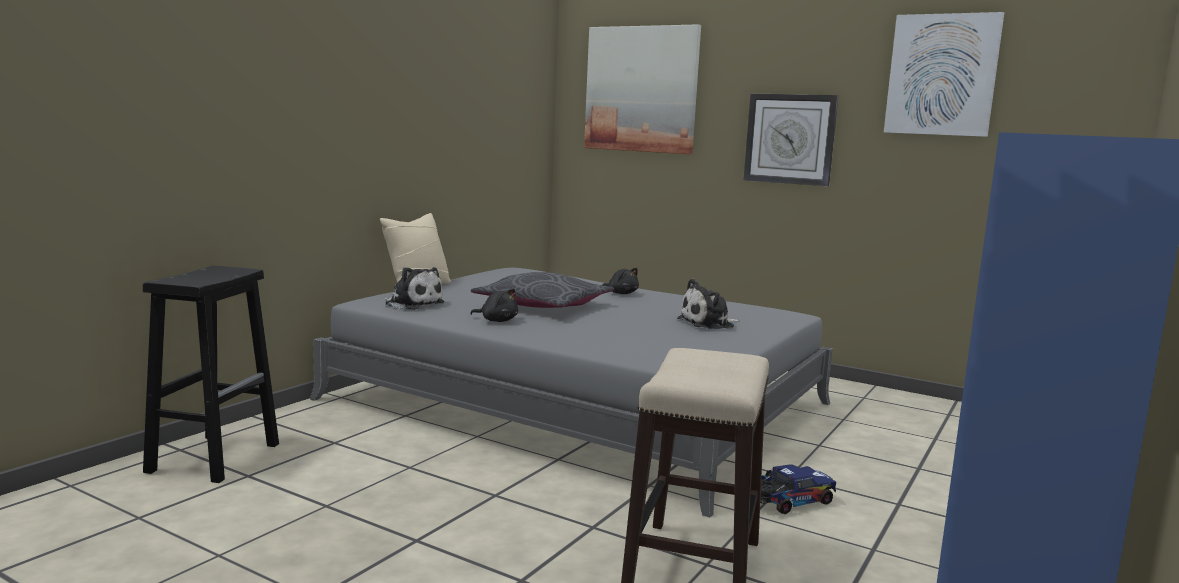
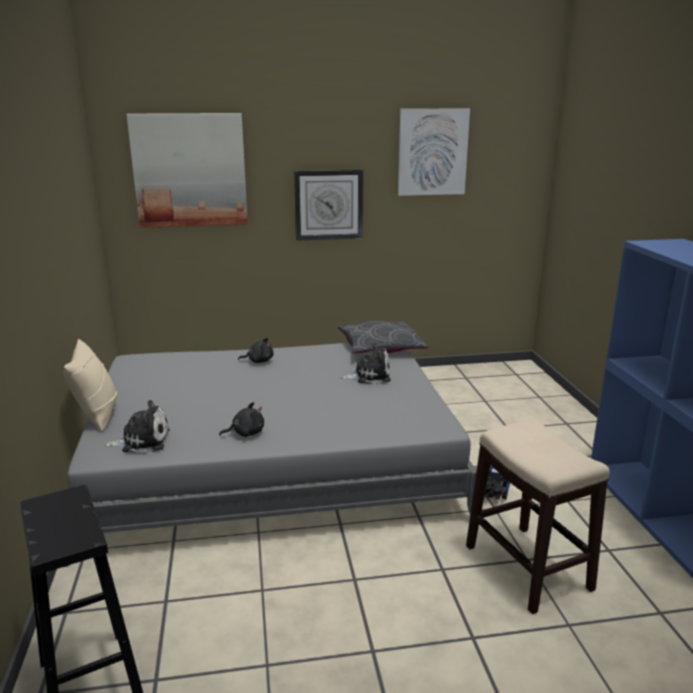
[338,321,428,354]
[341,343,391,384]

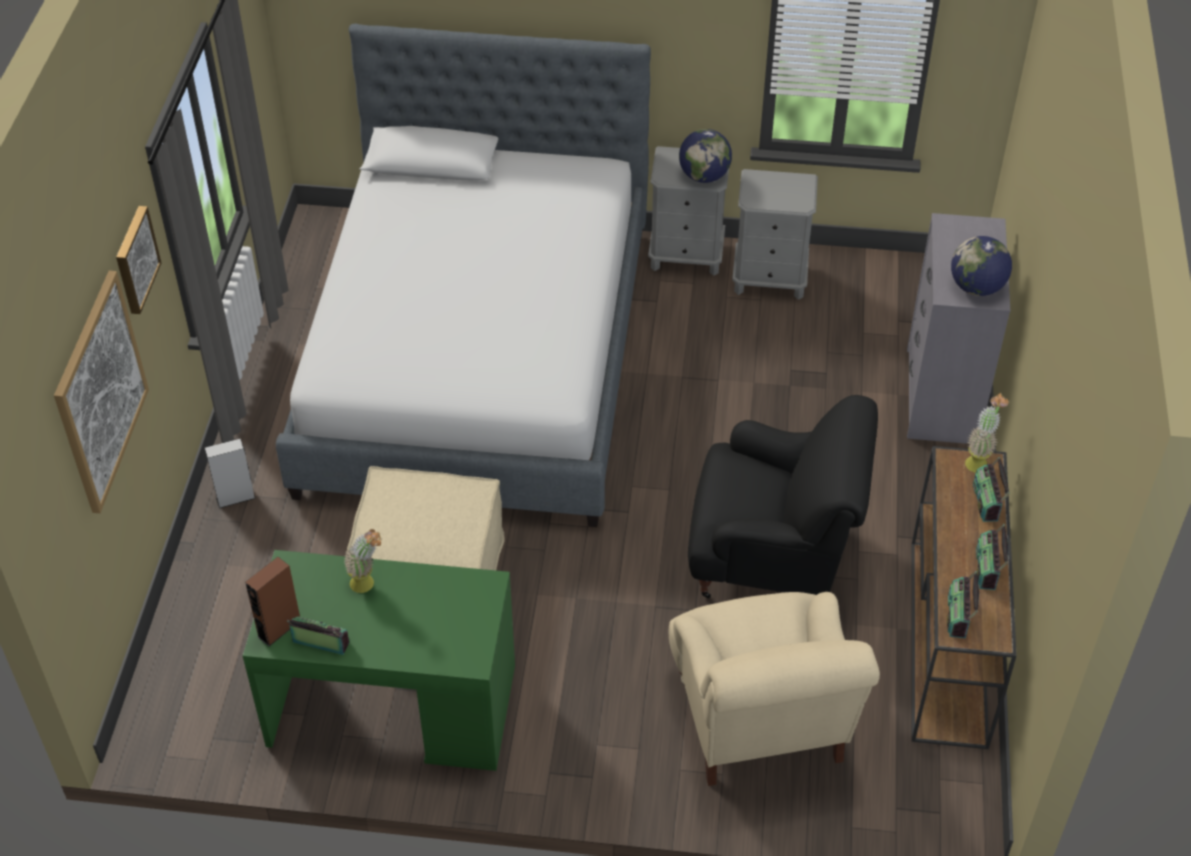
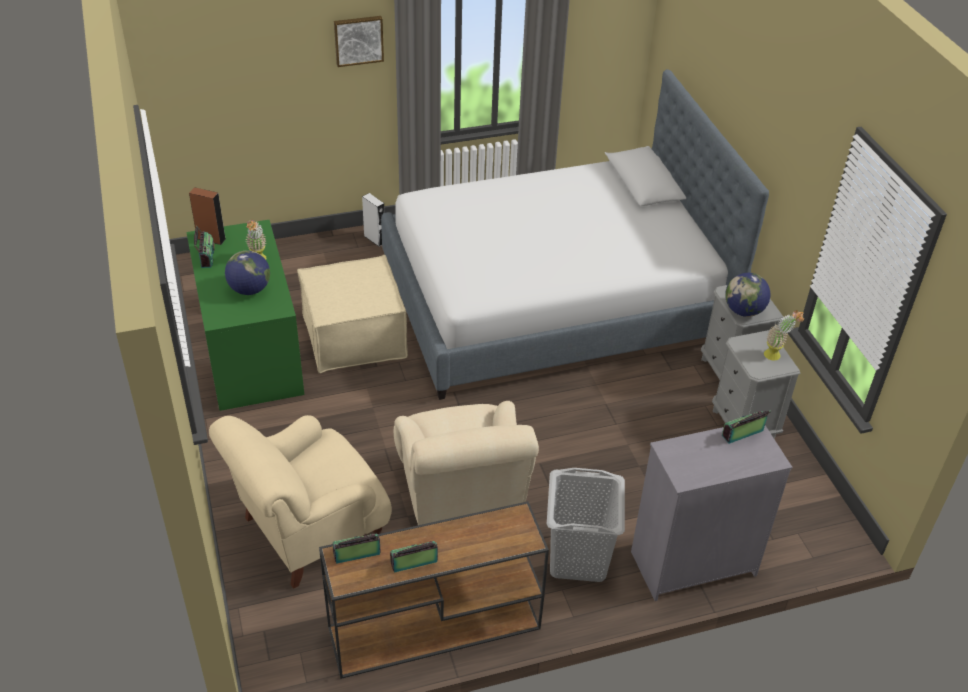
[54,271,149,513] (first image)
[394,401,539,525]
[225,250,270,295]
[764,310,804,361]
[722,410,771,444]
[547,468,625,582]

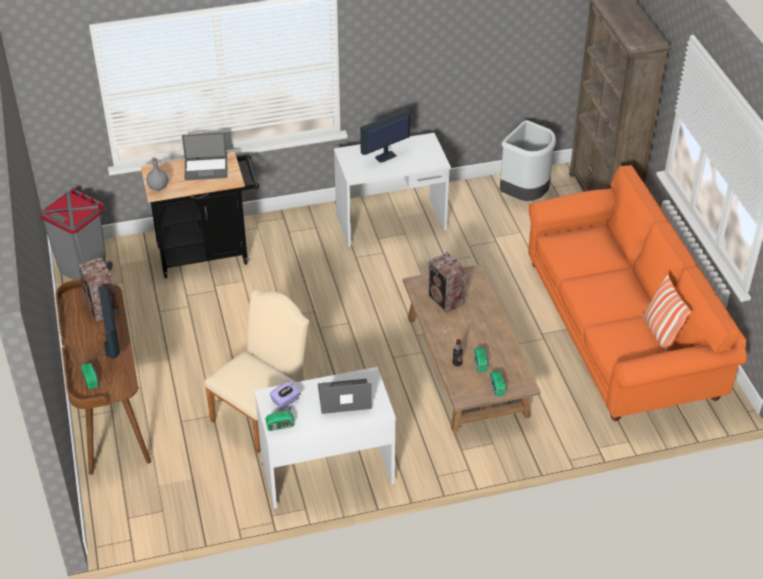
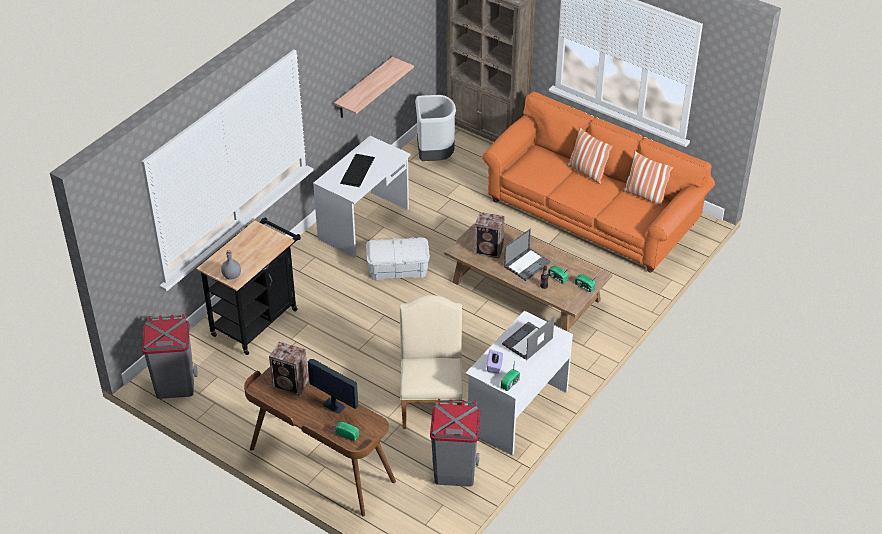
[504,229,551,281]
[340,154,375,187]
[334,57,414,118]
[366,237,430,280]
[430,399,480,487]
[567,127,613,184]

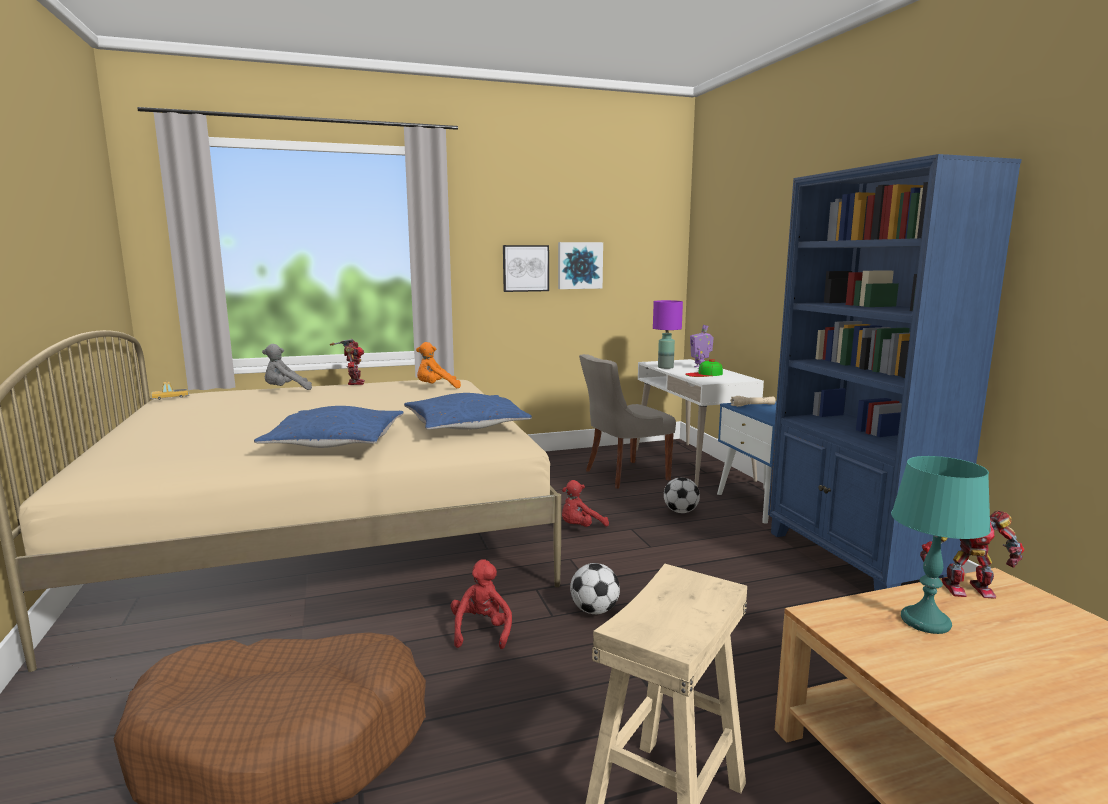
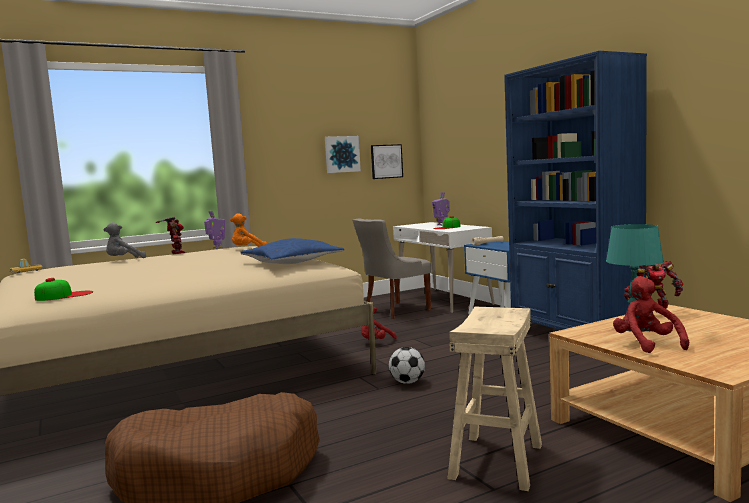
[254,406,404,448] (first image)
[613,276,689,353]
[371,144,403,179]
[653,300,683,369] (first image)
[664,477,700,513] (first image)
[34,278,93,301]
[204,211,225,249]

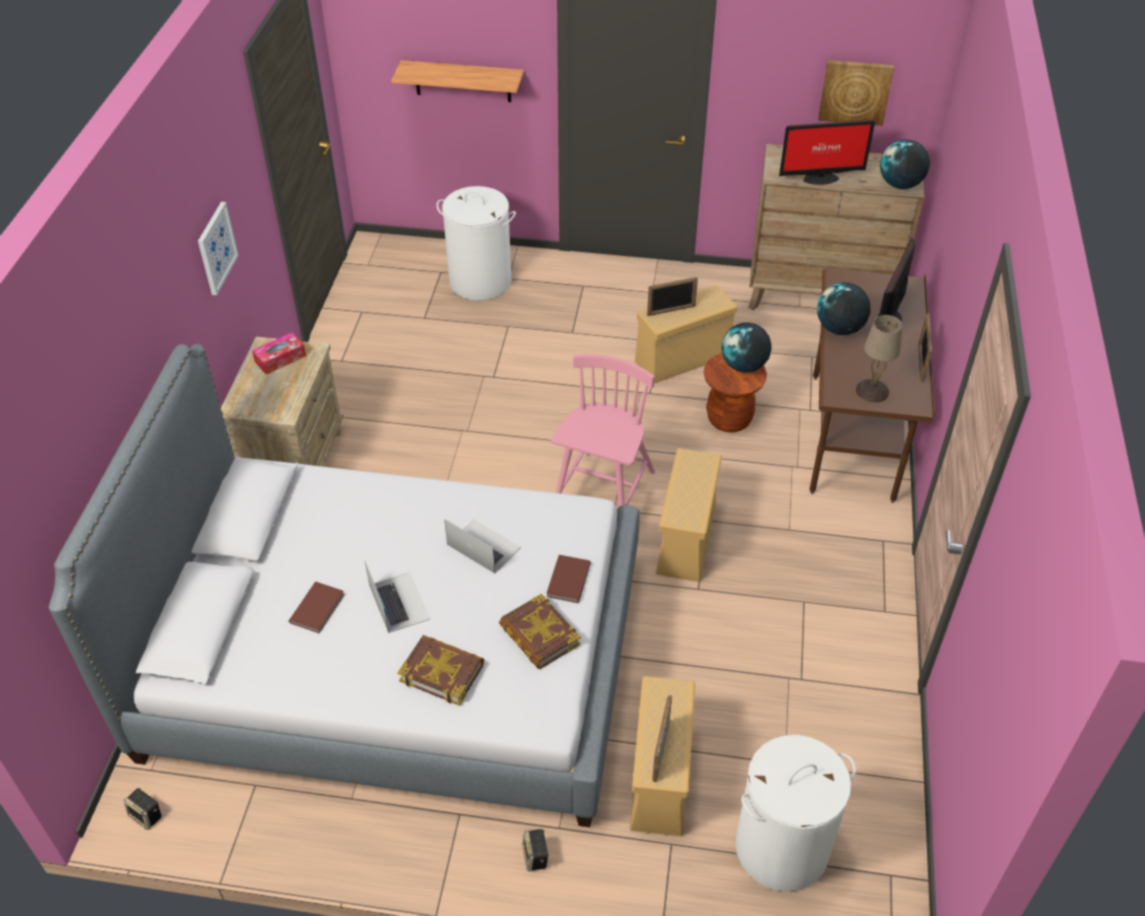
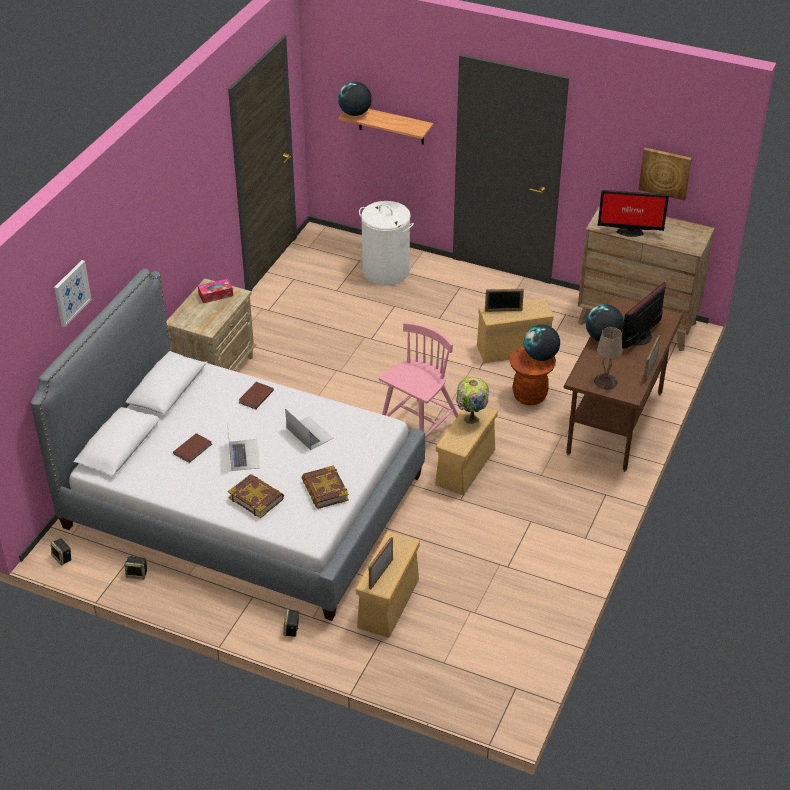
[54,260,92,327]
[239,382,274,409]
[735,735,856,891] (first image)
[338,82,372,116]
[125,557,147,580]
[456,377,489,424]

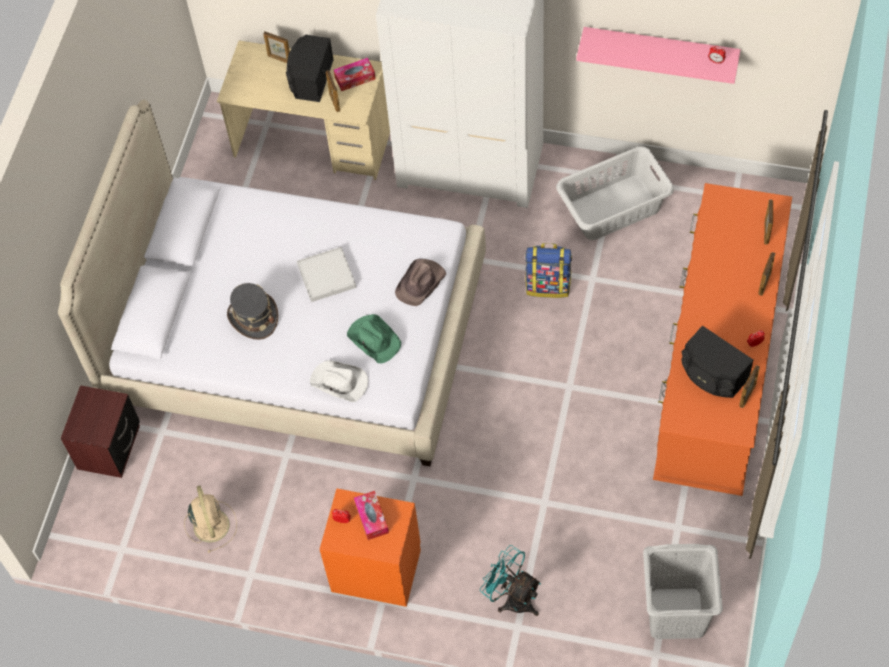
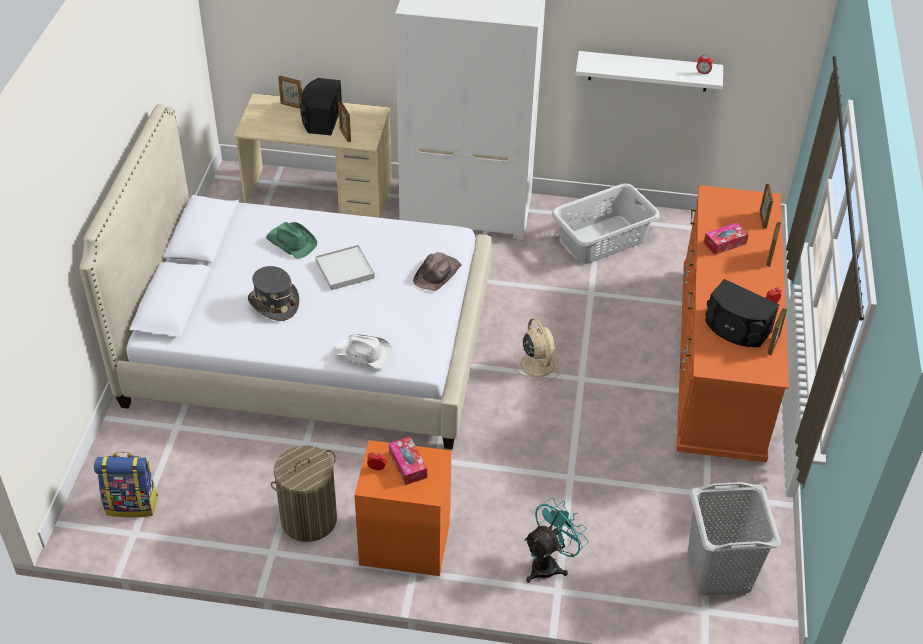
[61,385,140,478] (first image)
[511,318,562,385]
[704,223,749,255]
[266,222,317,259]
[524,498,589,583]
[94,452,158,517]
[575,51,723,92]
[271,445,337,542]

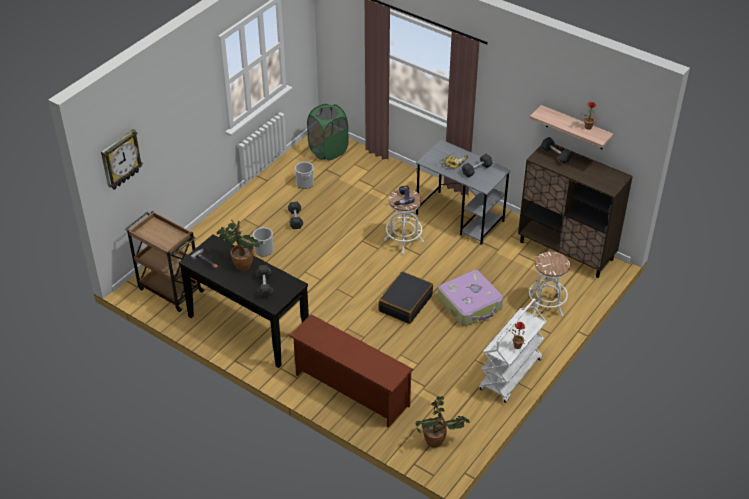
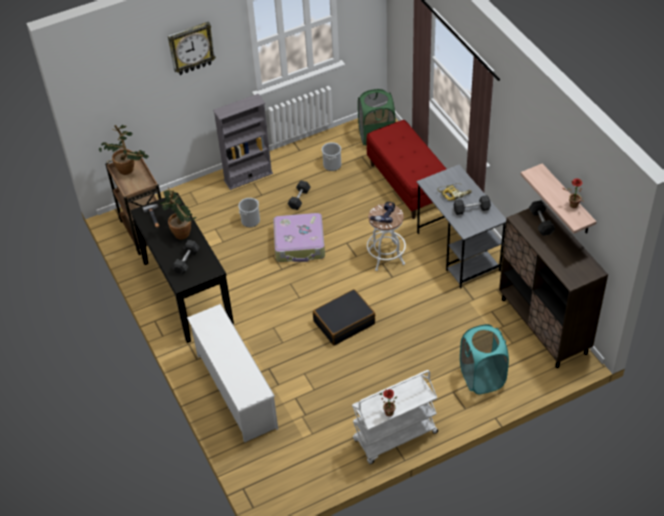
[168,21,216,75]
[187,304,278,443]
[99,125,149,175]
[273,213,325,262]
[460,324,509,395]
[213,94,273,190]
[366,120,446,219]

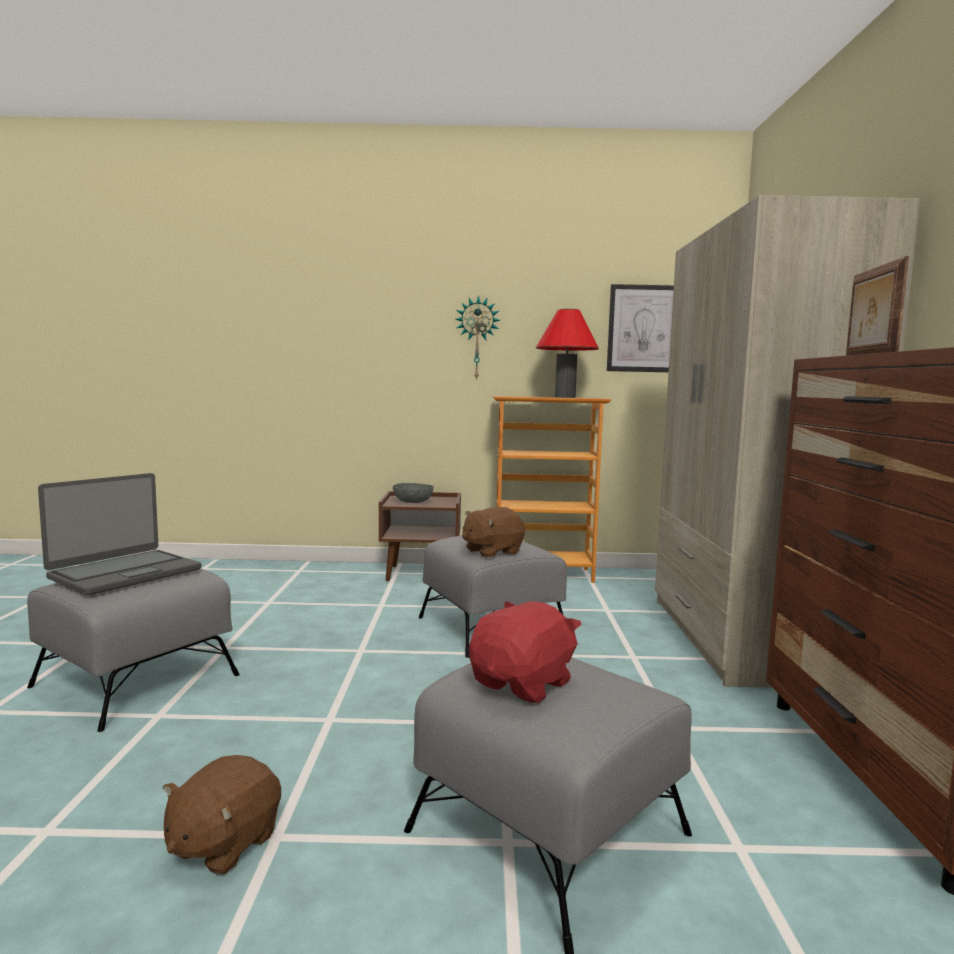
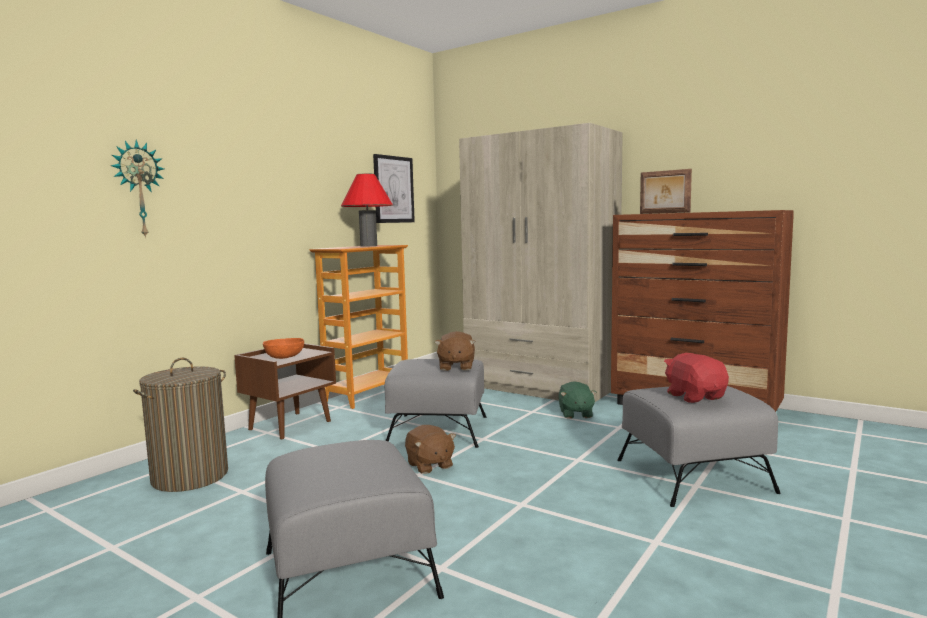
[38,473,201,595] (first image)
[405,425,456,474]
[263,338,304,359]
[111,140,164,238]
[133,358,228,492]
[558,381,597,419]

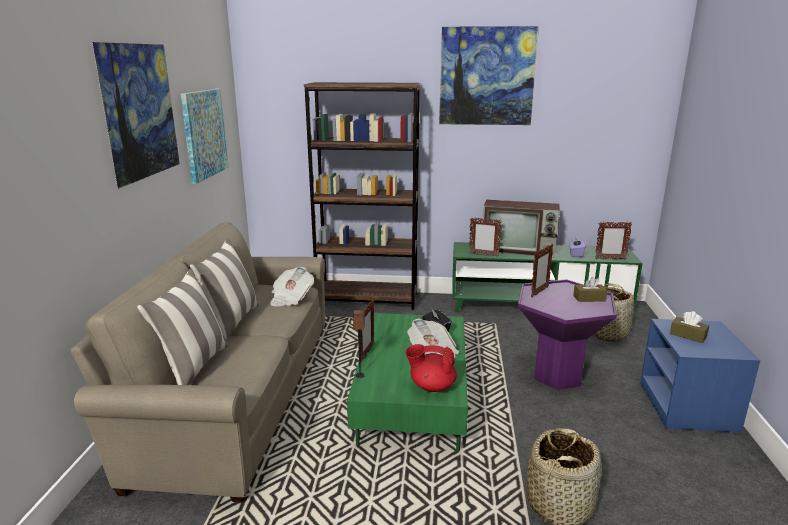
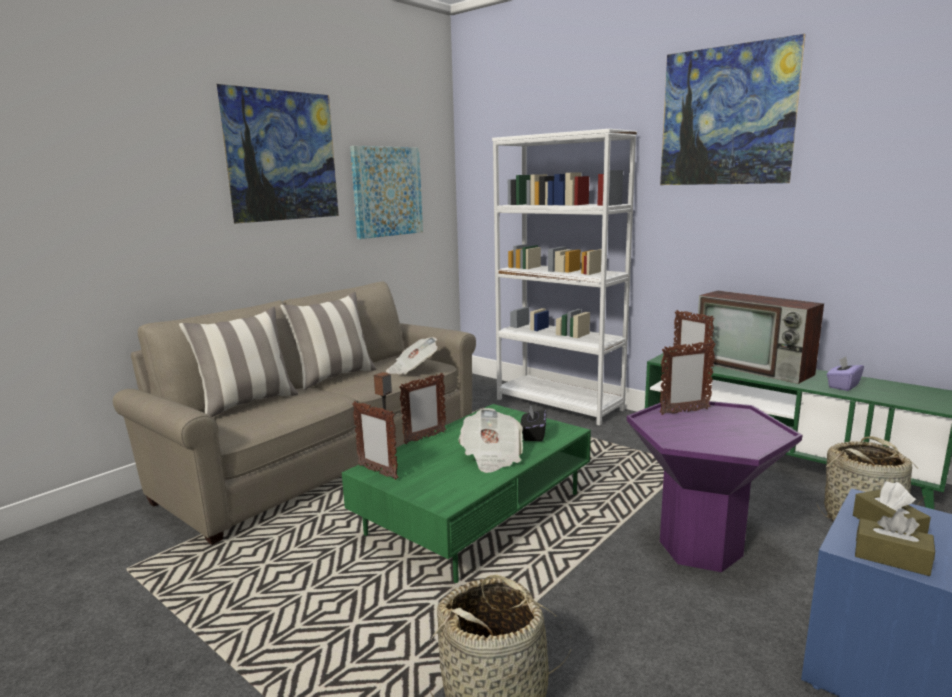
[492,129,637,426]
[405,344,457,392] (first image)
[855,511,935,576]
[352,401,398,480]

